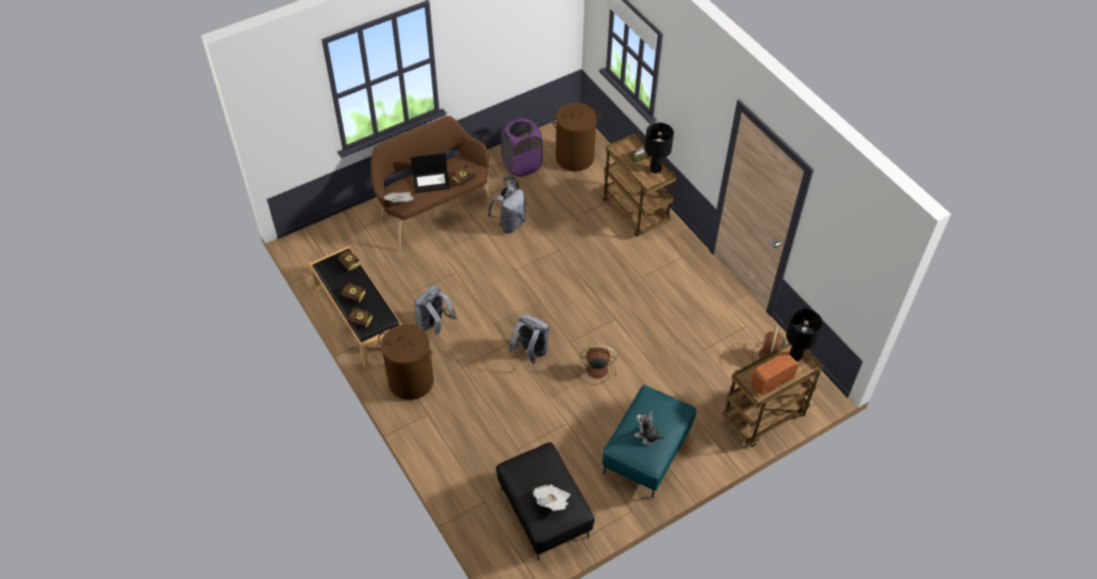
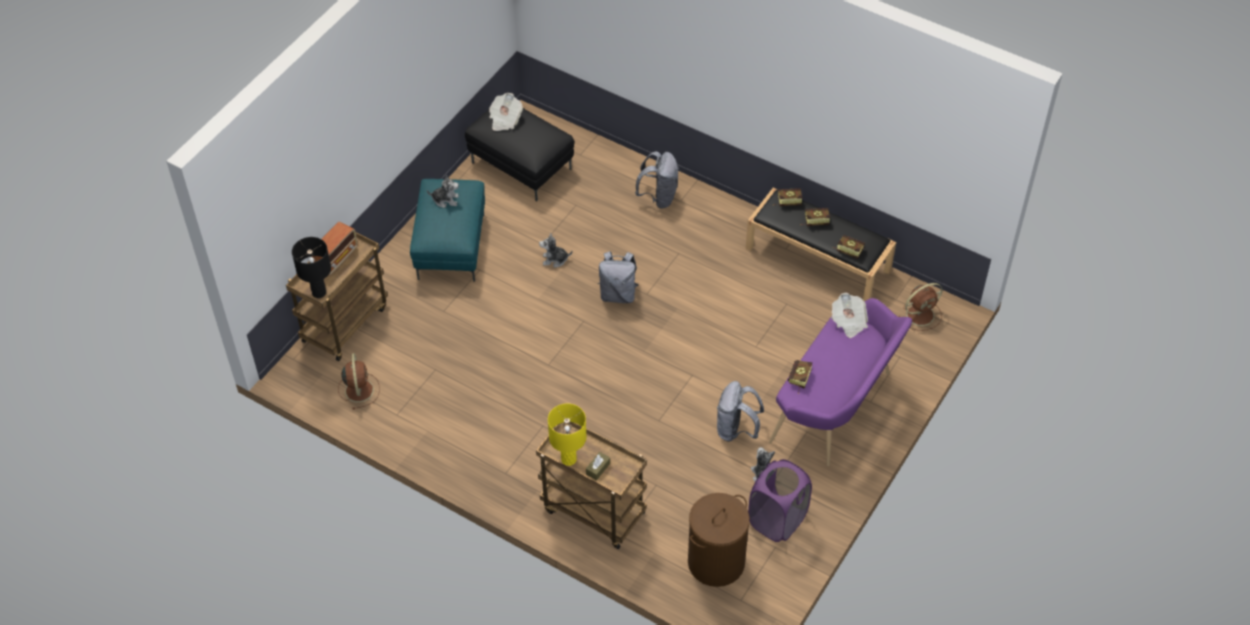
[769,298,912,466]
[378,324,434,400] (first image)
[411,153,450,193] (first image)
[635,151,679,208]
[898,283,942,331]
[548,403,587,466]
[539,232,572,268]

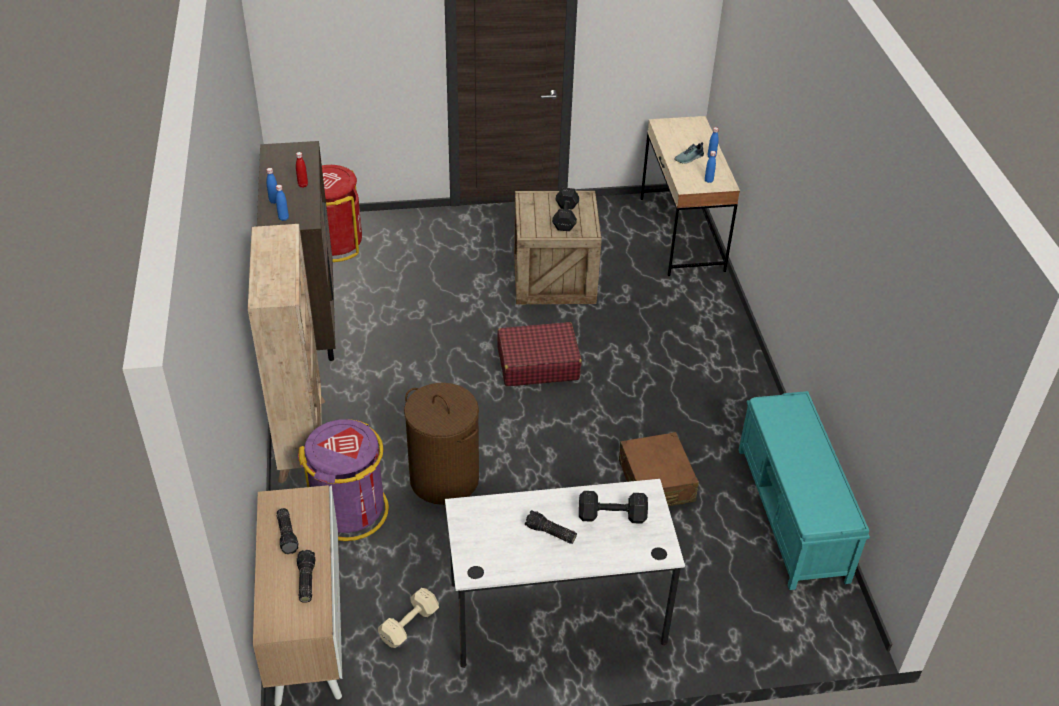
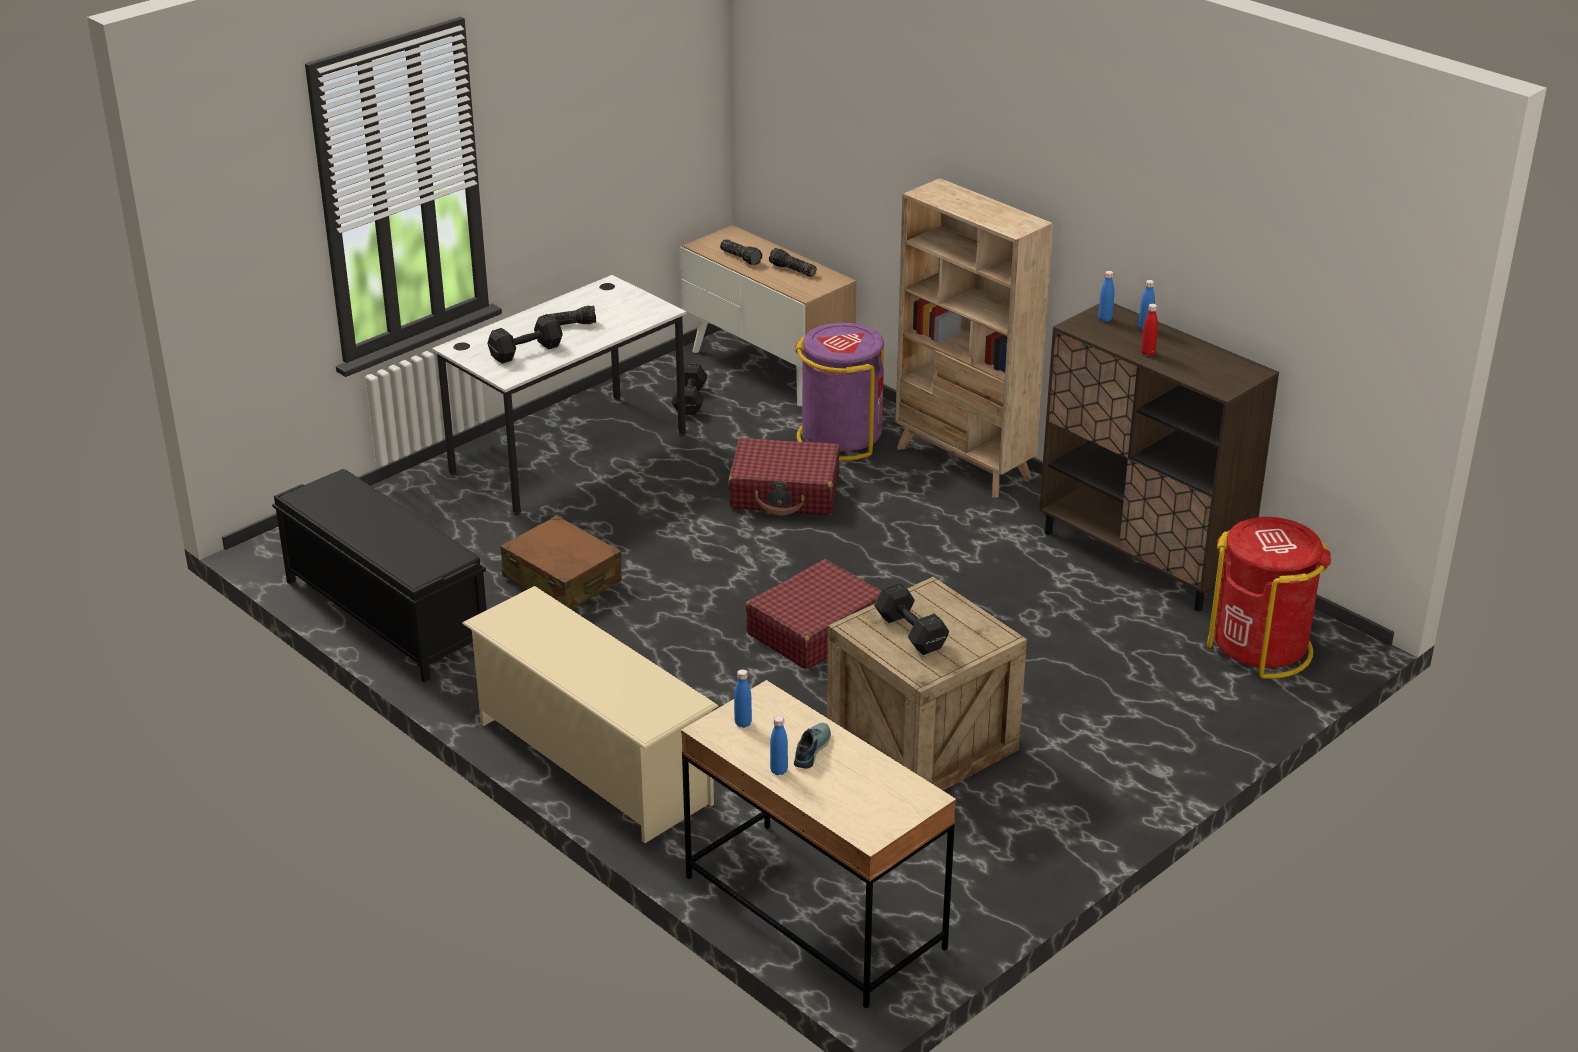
[671,363,707,415]
[728,438,840,515]
[272,469,487,682]
[462,586,719,843]

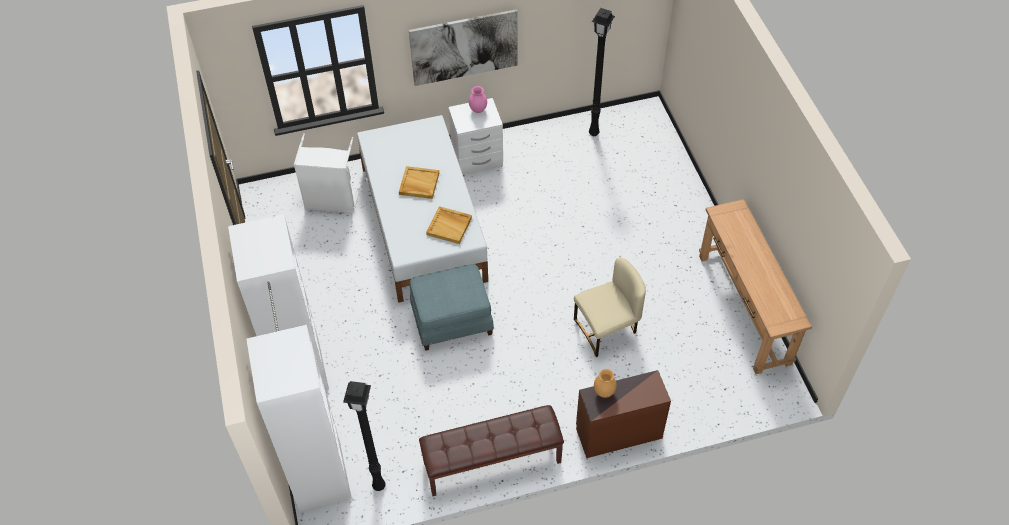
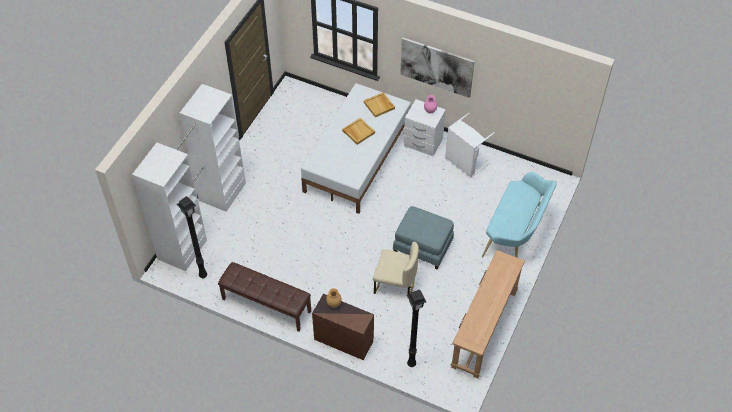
[445,113,495,178]
[393,206,454,270]
[364,92,395,117]
[407,290,426,367]
[482,172,557,258]

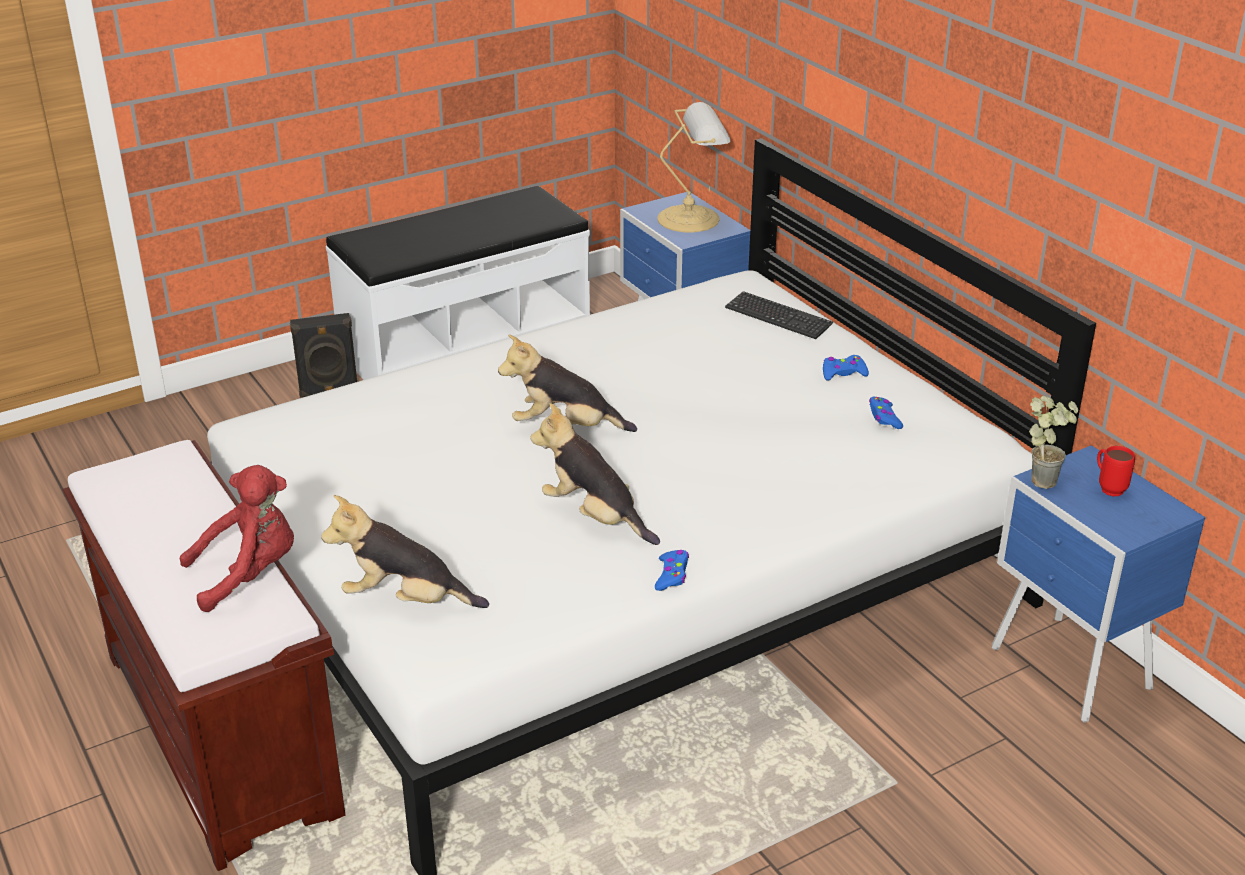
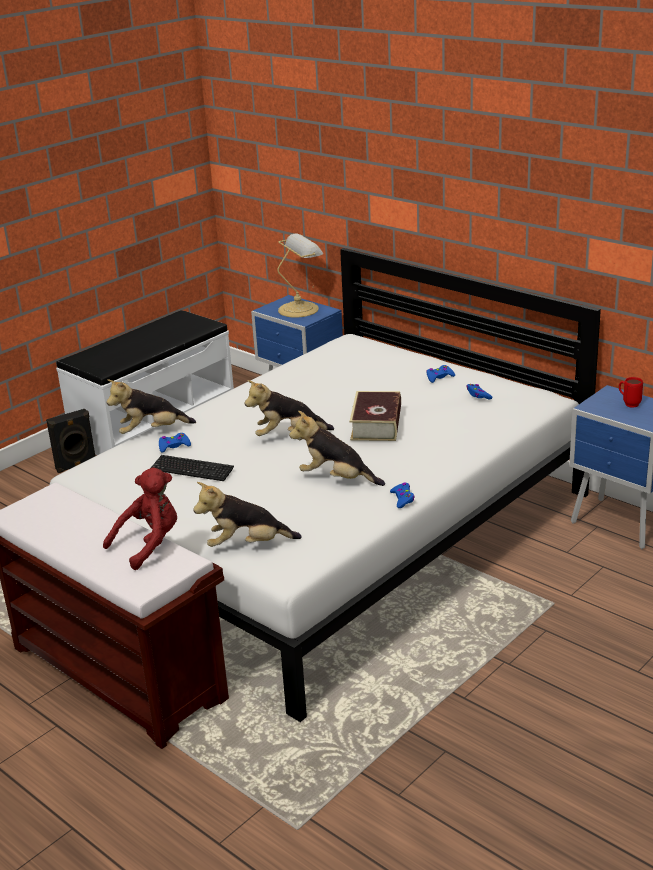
[151,455,234,481]
[1029,396,1078,489] (first image)
[107,379,196,434]
[159,433,191,453]
[350,391,401,441]

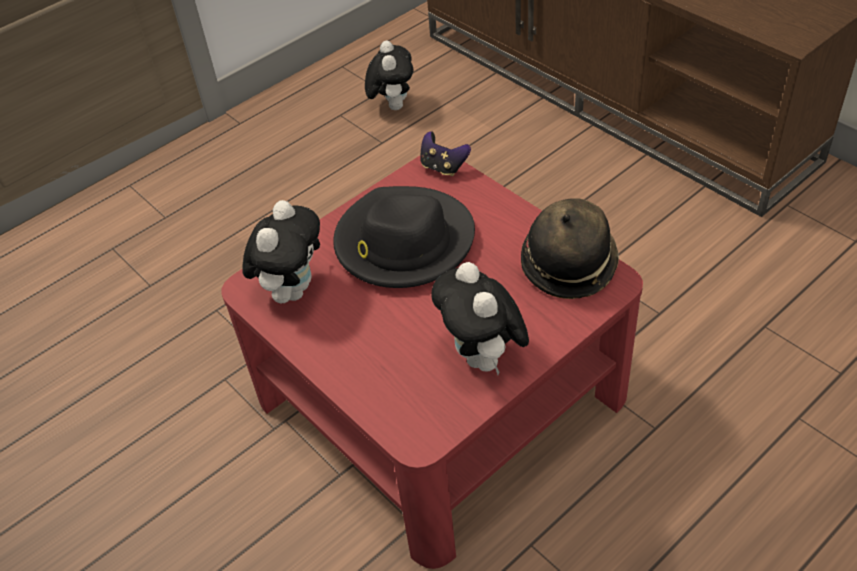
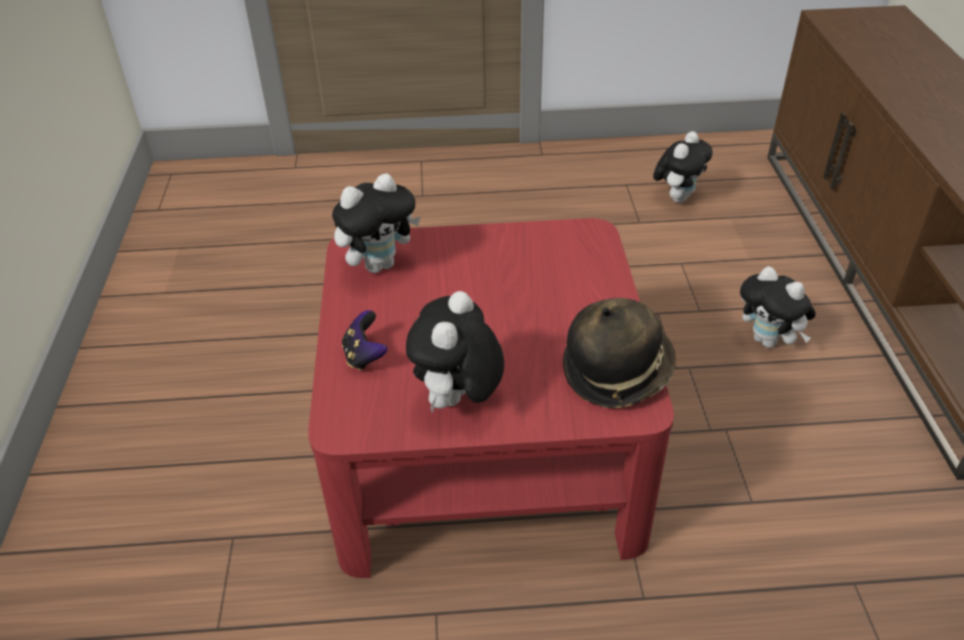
[333,186,475,288] (first image)
[342,310,387,371]
[740,266,816,348]

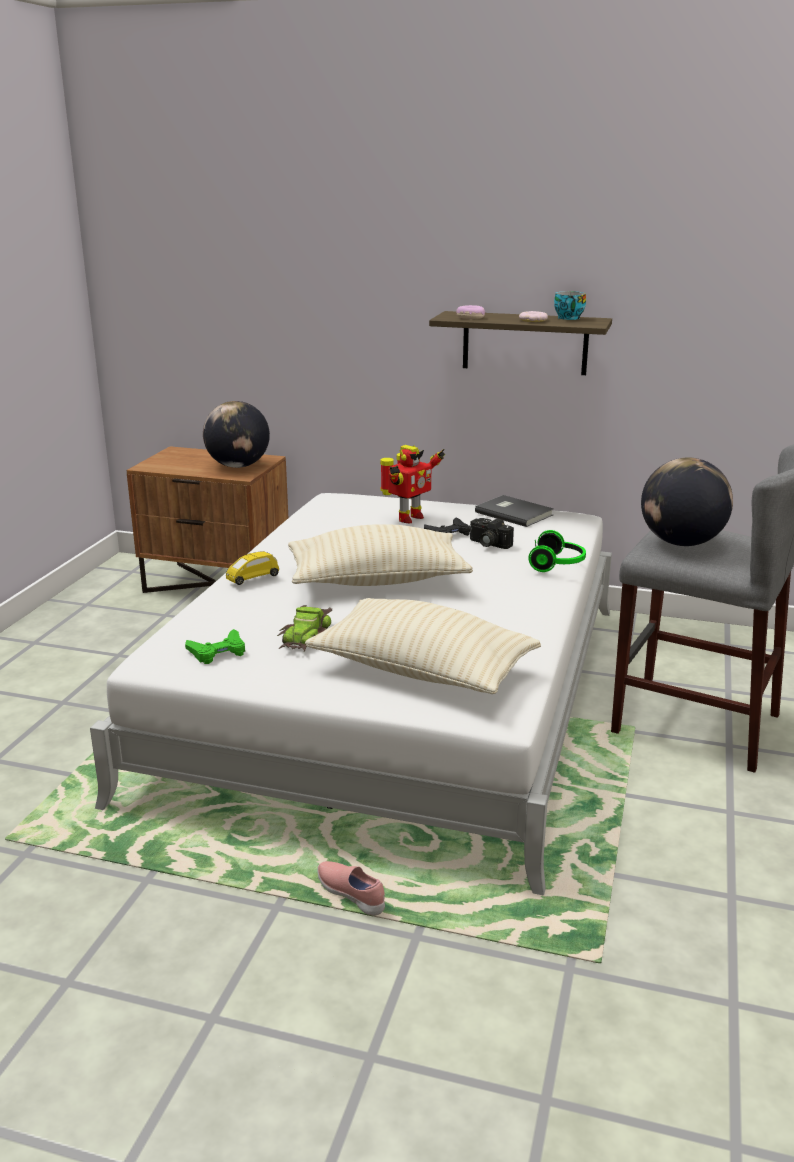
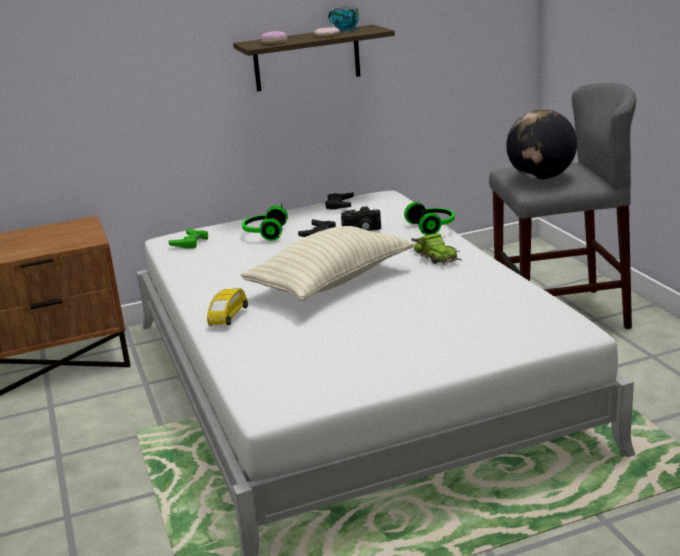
[168,228,208,249]
[203,401,270,468] (first image)
[411,234,463,265]
[305,598,541,694] (first image)
[317,861,385,915] (first image)
[242,202,288,241]
[325,192,354,210]

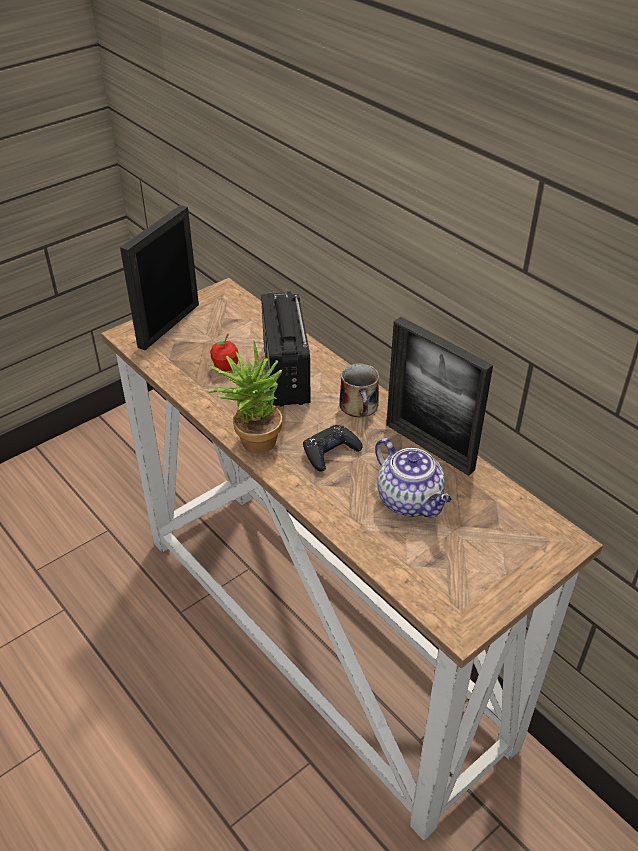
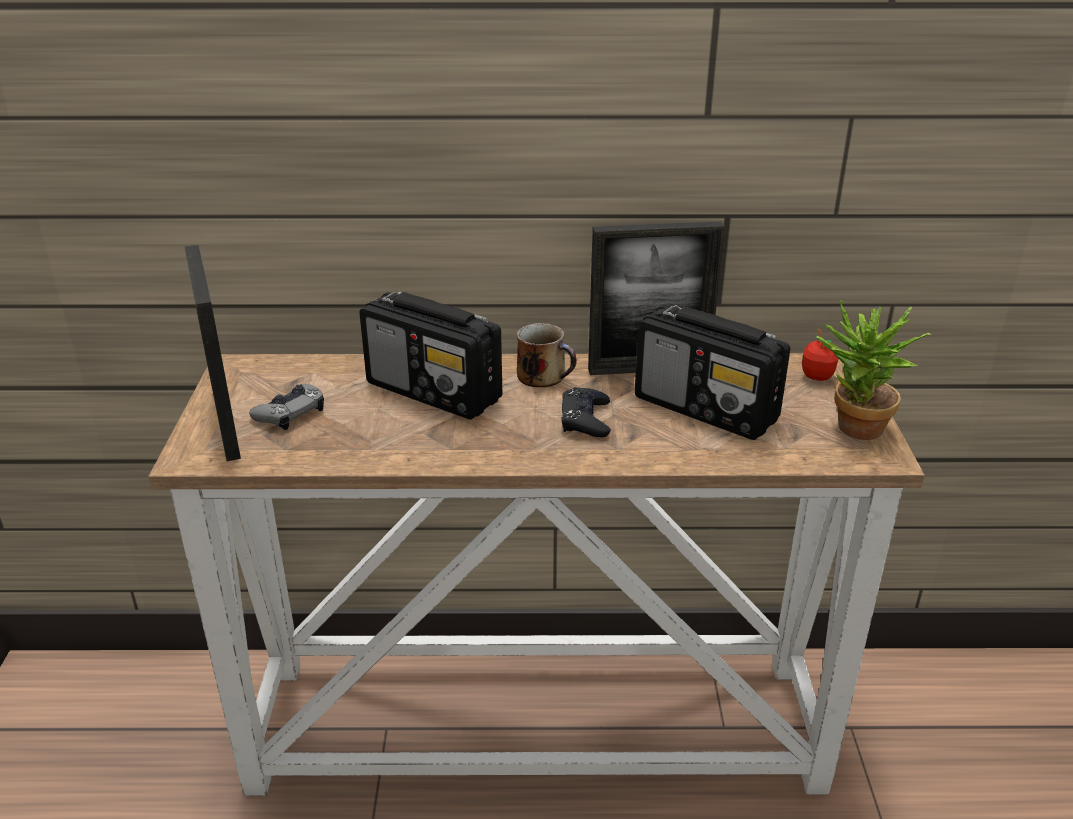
[816,300,932,440]
[802,329,838,381]
[635,305,790,440]
[249,384,324,430]

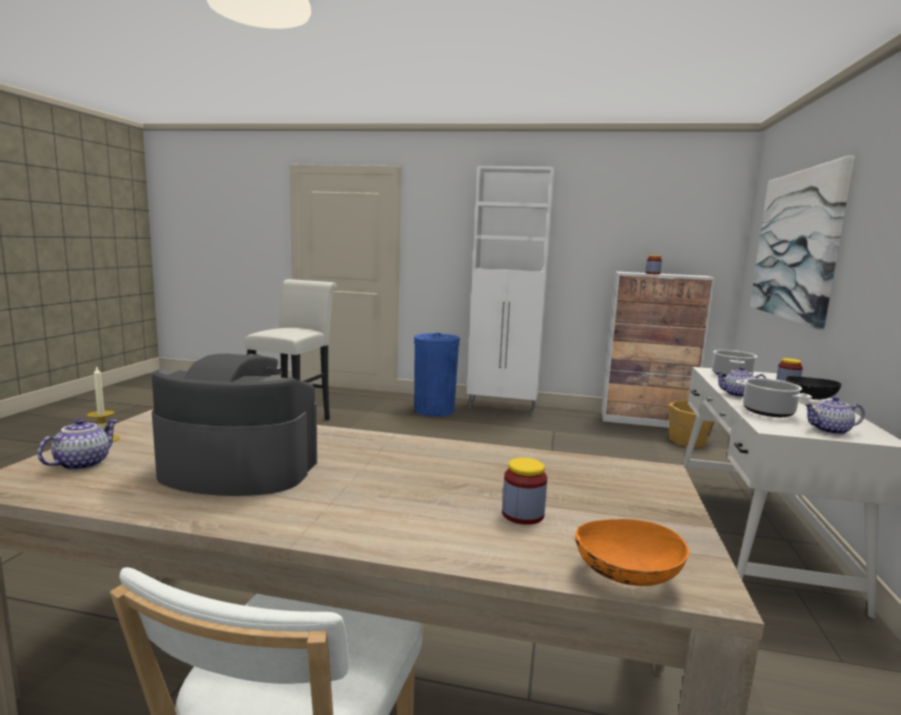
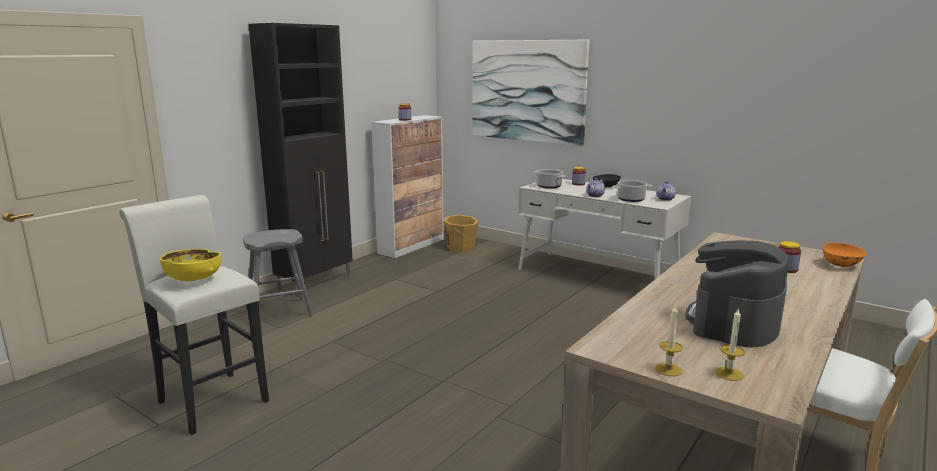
[715,308,745,381]
[243,229,313,316]
[248,23,353,297]
[160,249,221,281]

